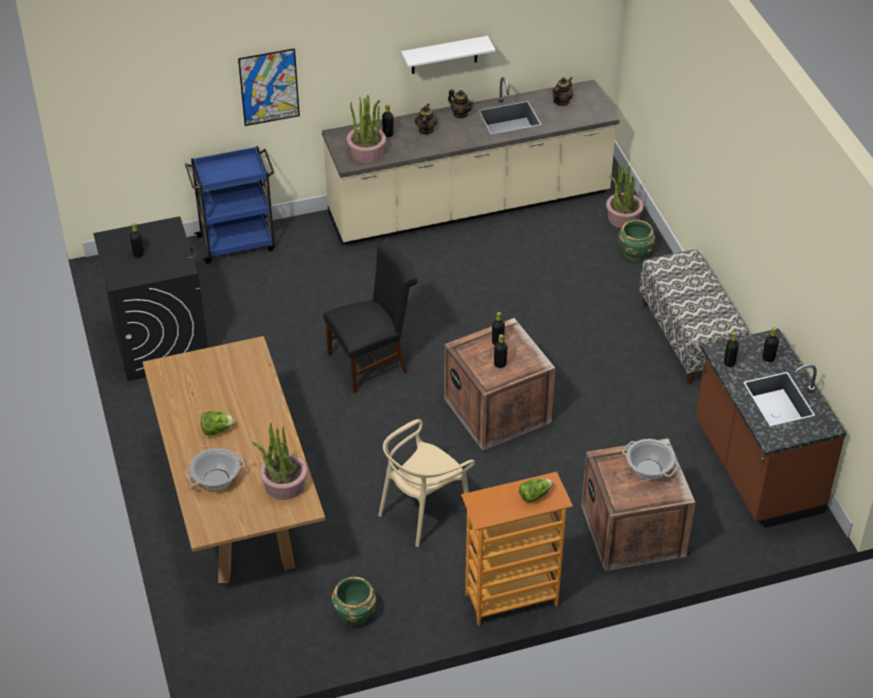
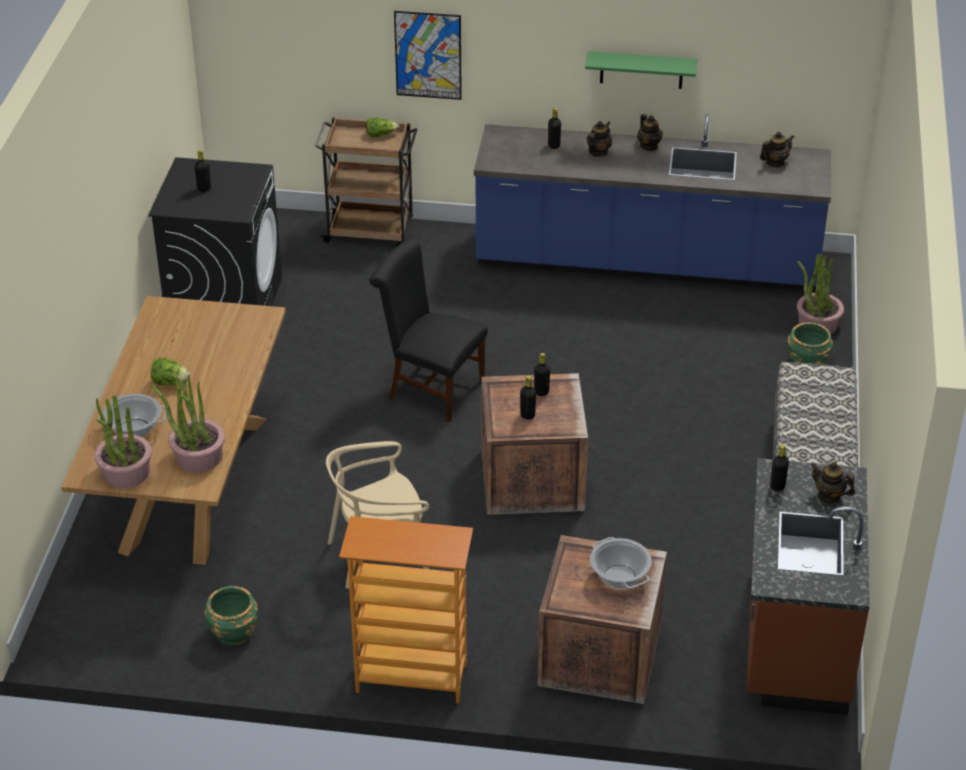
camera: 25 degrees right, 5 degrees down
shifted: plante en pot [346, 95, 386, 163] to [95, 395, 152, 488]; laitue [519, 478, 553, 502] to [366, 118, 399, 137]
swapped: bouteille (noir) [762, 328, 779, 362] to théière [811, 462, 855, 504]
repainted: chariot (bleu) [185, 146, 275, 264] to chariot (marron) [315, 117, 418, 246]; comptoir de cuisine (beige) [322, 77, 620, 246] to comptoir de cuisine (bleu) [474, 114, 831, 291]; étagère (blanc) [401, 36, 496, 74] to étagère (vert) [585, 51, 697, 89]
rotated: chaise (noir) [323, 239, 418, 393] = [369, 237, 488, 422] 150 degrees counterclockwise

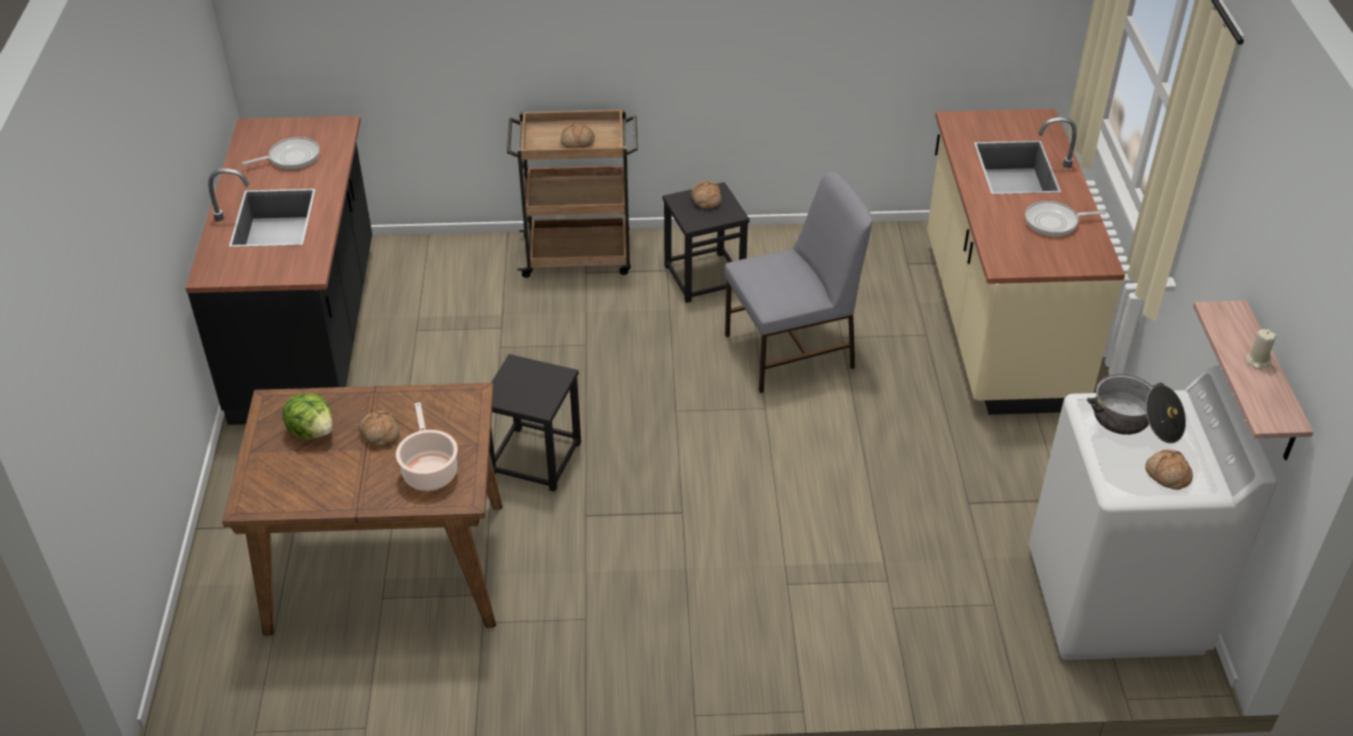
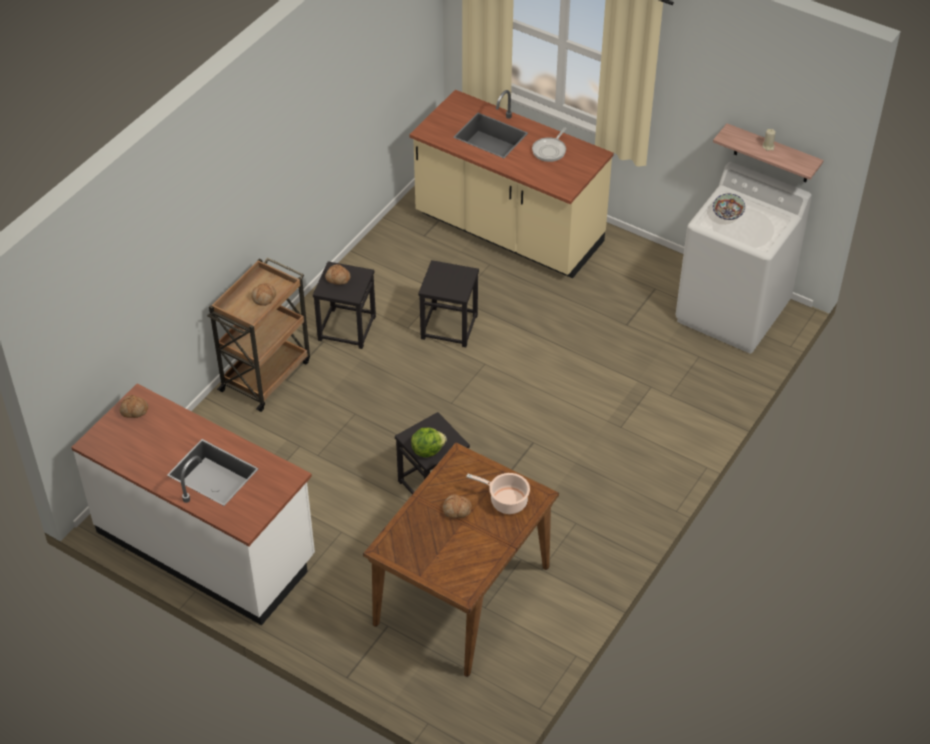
camera: 55 degrees left, 5 degrees up
gone: poêle [242, 137, 320, 169]
shifted: pain [1145, 449, 1193, 490] to [119, 395, 148, 418]; laitue [282, 393, 333, 440] to [411, 428, 447, 457]
swapped: chaise (gris) [724, 172, 873, 393] to tabouret (noir) [418, 260, 479, 347]; marmite [1087, 374, 1186, 444] to bol [713, 194, 745, 220]
repainted: comptoir de cuisine (noir) [185, 116, 372, 425] to comptoir de cuisine (blanc) [71, 384, 315, 625]

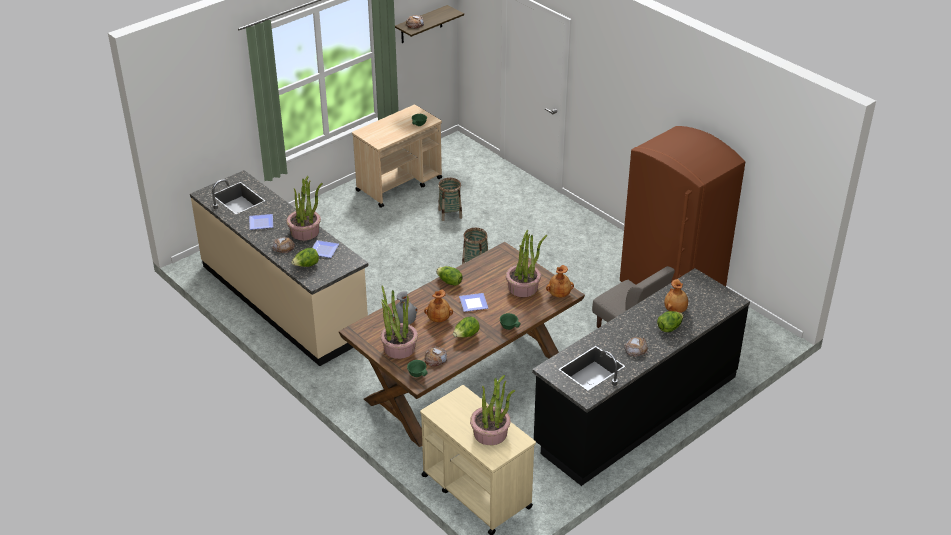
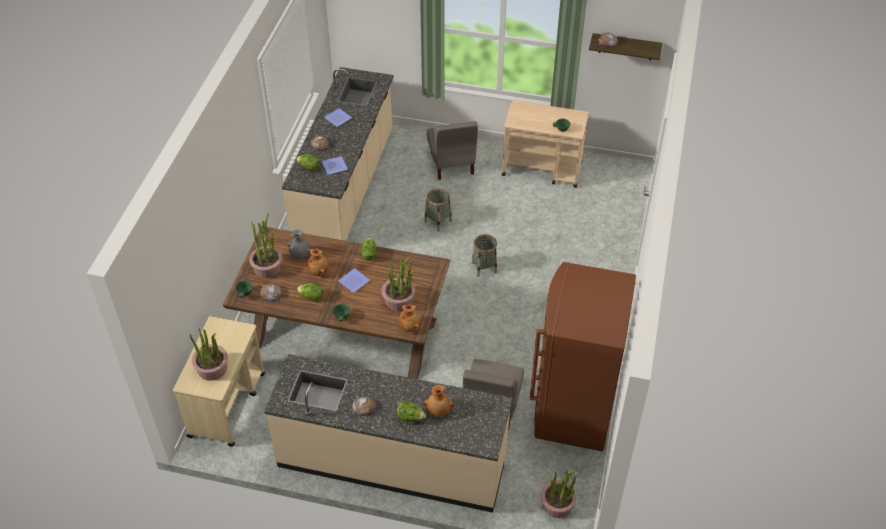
camera: 55 degrees right, 10 degrees up
new: chaise (gris) [427, 121, 478, 180]
shifted: panier [438, 178, 462, 221] to [424, 189, 452, 231]; plante en pot [286, 176, 323, 241] to [541, 470, 578, 518]
repainted: comptoir de cuisine (noir) [532, 268, 750, 486] to comptoir de cuisine (beige) [264, 354, 512, 513]

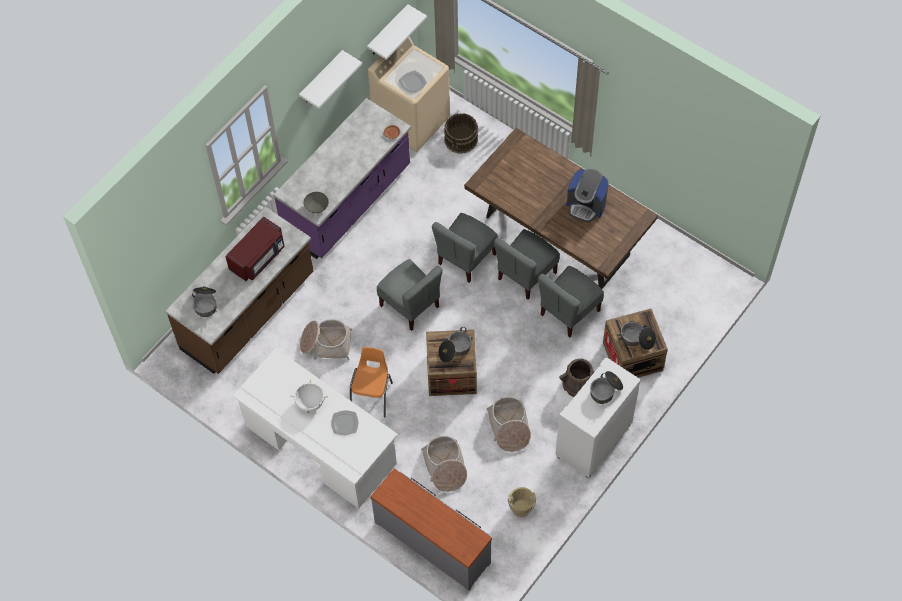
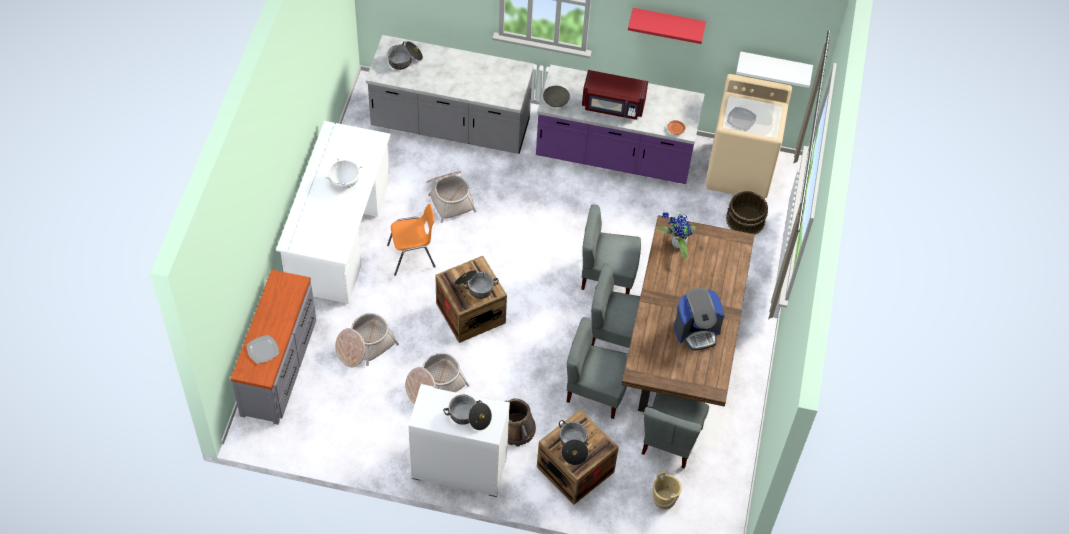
camera: 60 degrees right, 5 degrees down
new: plante en pot [657, 211, 696, 258]
shifted: assiette [331, 411, 358, 435] to [247, 335, 279, 364]; micro-ondes (rouge) [225, 216, 285, 281] to [582, 70, 648, 120]; chaise (gris) [377, 259, 443, 331] to [642, 393, 709, 469]; seau (beige) [508, 487, 536, 517] to [652, 471, 682, 509]
repainted: comptoir de cuisine (marron) [166, 207, 313, 374] to comptoir de cuisine (gris) [366, 35, 534, 154]; étagère (blanc) [299, 50, 362, 109] to étagère (rouge) [628, 8, 706, 44]
rotated: machine à café [566, 169, 609, 223] = [674, 288, 725, 350] 105 degrees counterclockwise

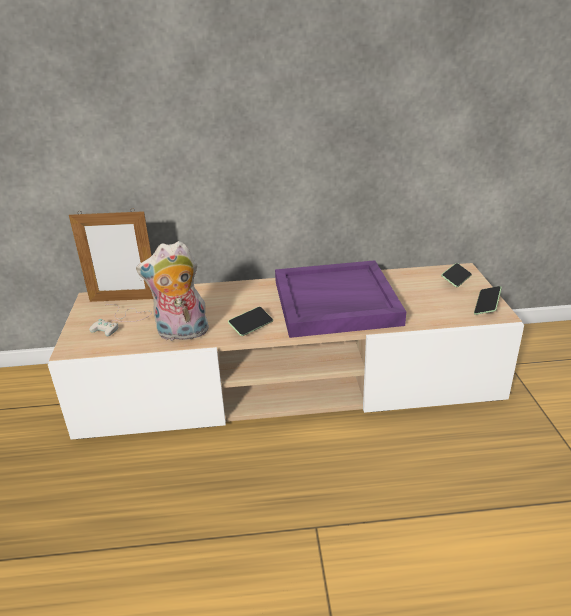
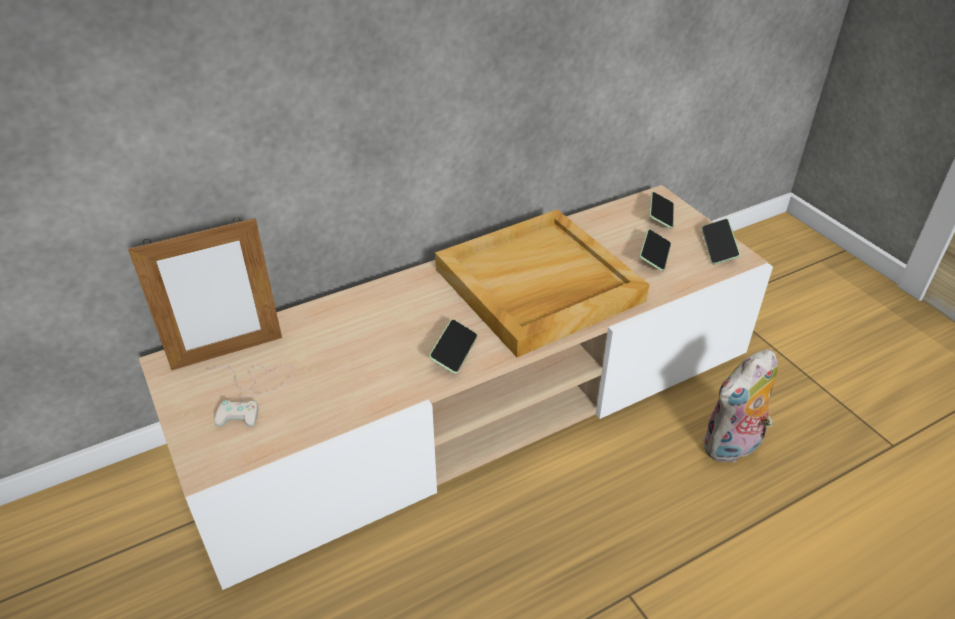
camera: 25 degrees left, 10 degrees up
new: téléphone [640, 229, 671, 271]
shifted: peluche [136, 241, 209, 341] to [702, 349, 778, 463]
repainted: plateau (violet) [275, 260, 406, 338] to plateau (beige) [435, 209, 650, 358]

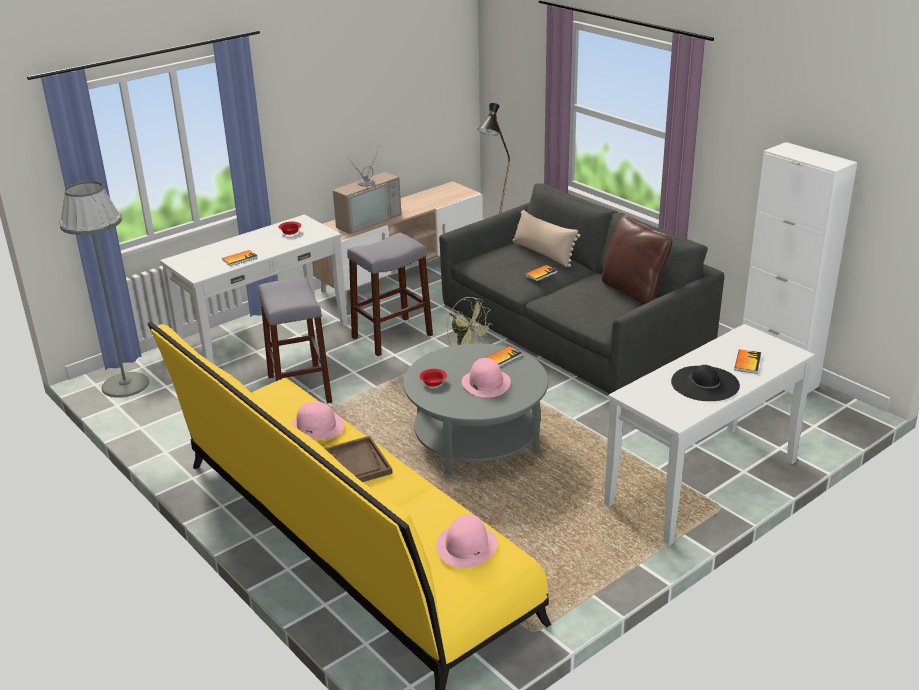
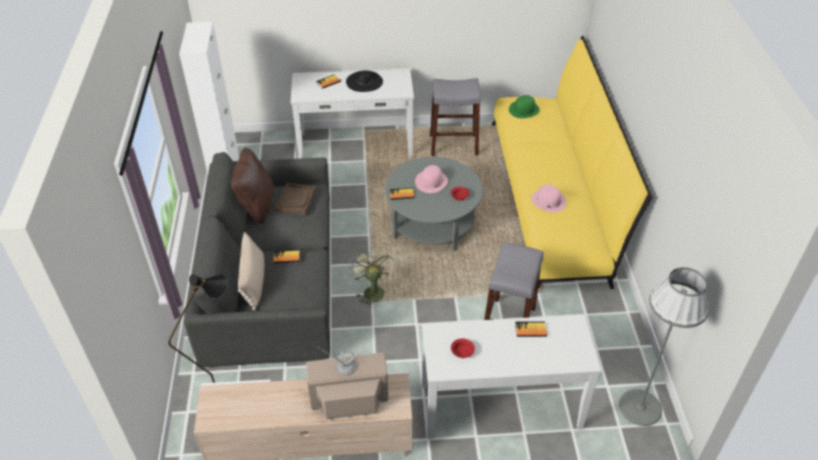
camera: 145 degrees left, 15 degrees up
shifted: plateau (marron) [325, 436, 393, 482] to [275, 183, 316, 215]; tabouret (gris) [347, 233, 433, 356] to [430, 78, 481, 156]
repainted: chapeau (rose) [436, 514, 498, 568] to chapeau (vert) [509, 95, 540, 118]

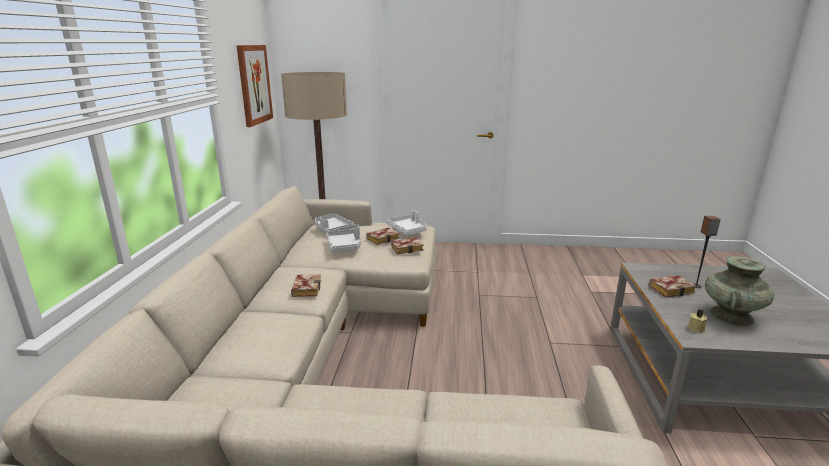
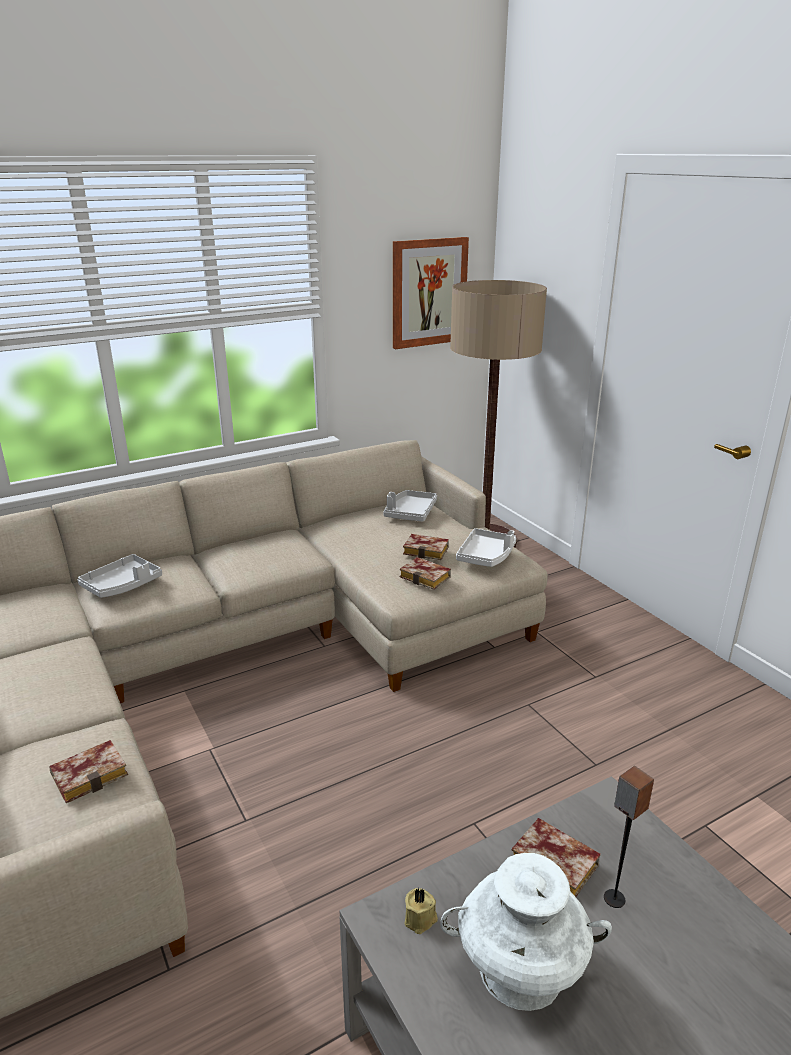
camera: 55 degrees right, 5 degrees up
shifted: livre [291, 274, 321, 297] to [50, 740, 128, 803]; plateau (gris) [326, 225, 361, 252] to [77, 554, 162, 598]
repainted: vase (turquoise) [705, 256, 774, 326] to vase (blanc) [440, 853, 612, 1011]

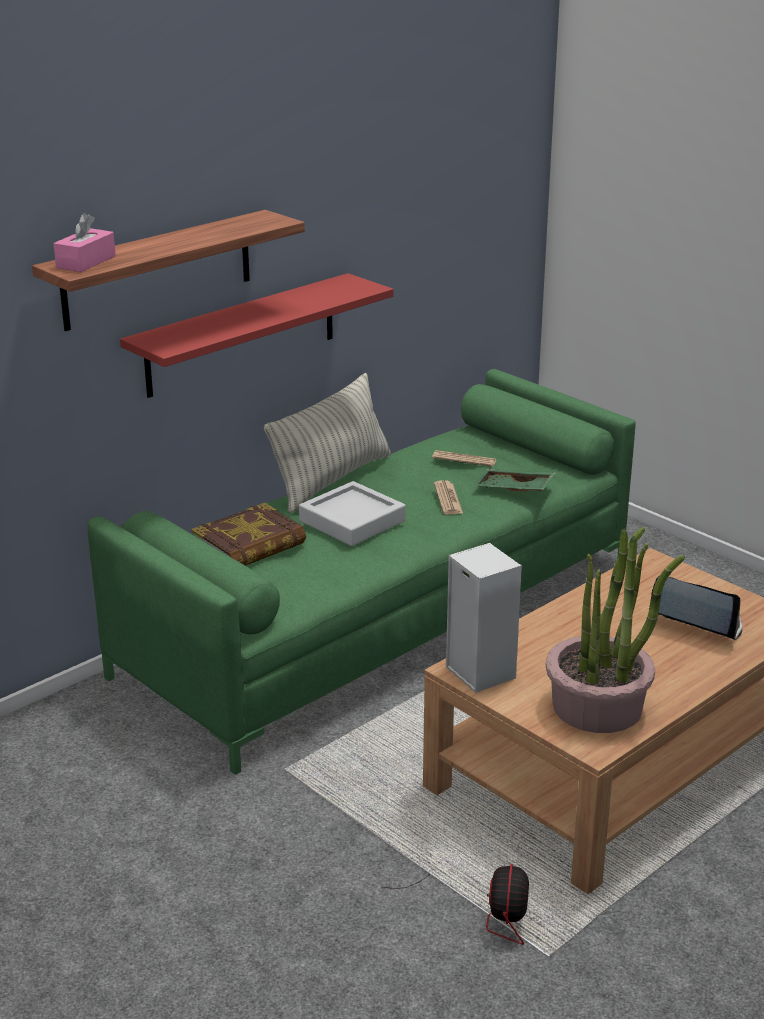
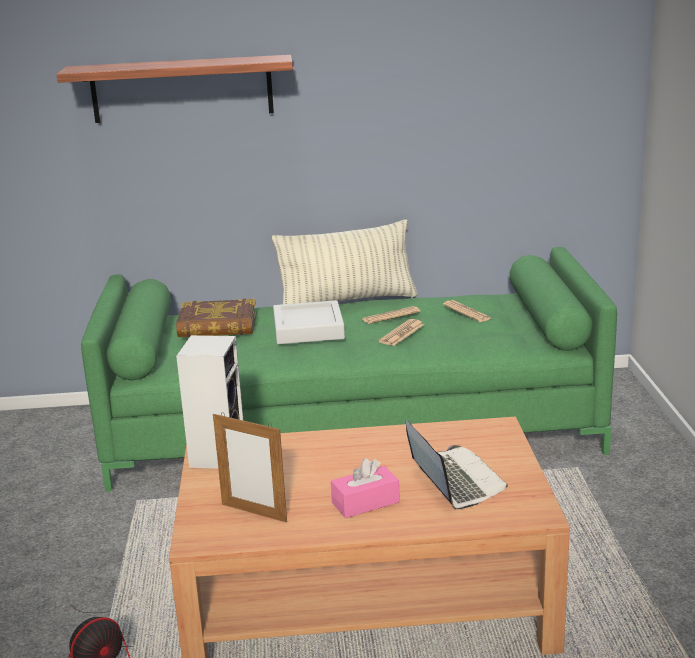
camera: 40 degrees right, 5 degrees down
gone: étagère (rouge) [120, 273, 394, 398]; plateau (vert) [473, 469, 556, 492]
new: journal [362, 306, 420, 324]
shifted: boîte à mouchoirs (rose) [53, 213, 116, 272] to [331, 458, 400, 518]
swapped: plante en pot [546, 527, 685, 733] to cadre photo [213, 412, 287, 523]

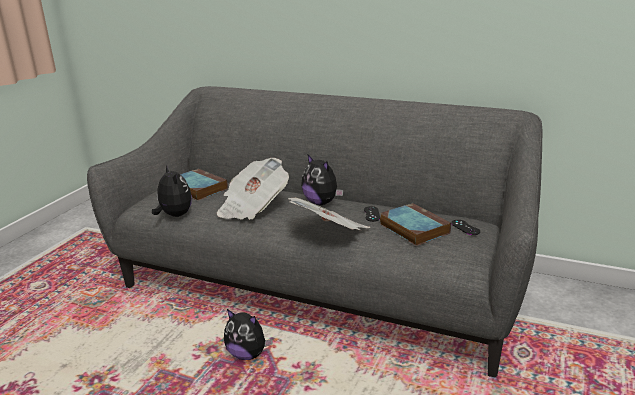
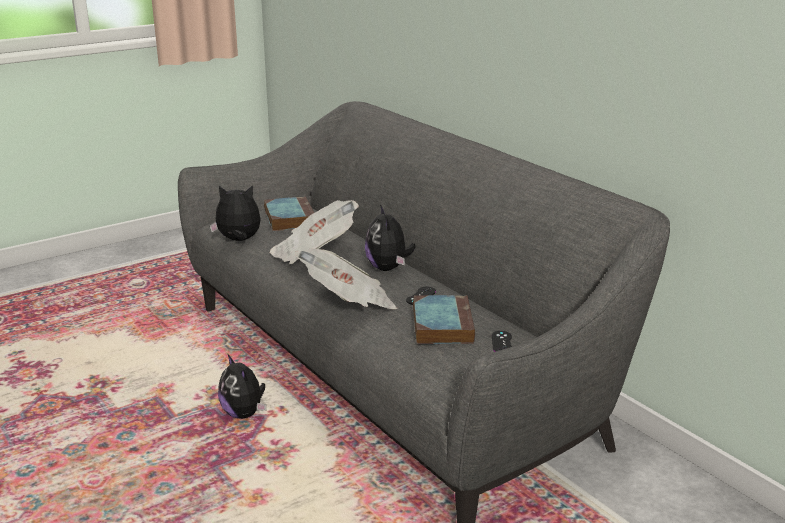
camera: 30 degrees right, 0 degrees up
rotated: peluche [152, 166, 192, 217] = [210, 185, 261, 241] 90 degrees counterclockwise

